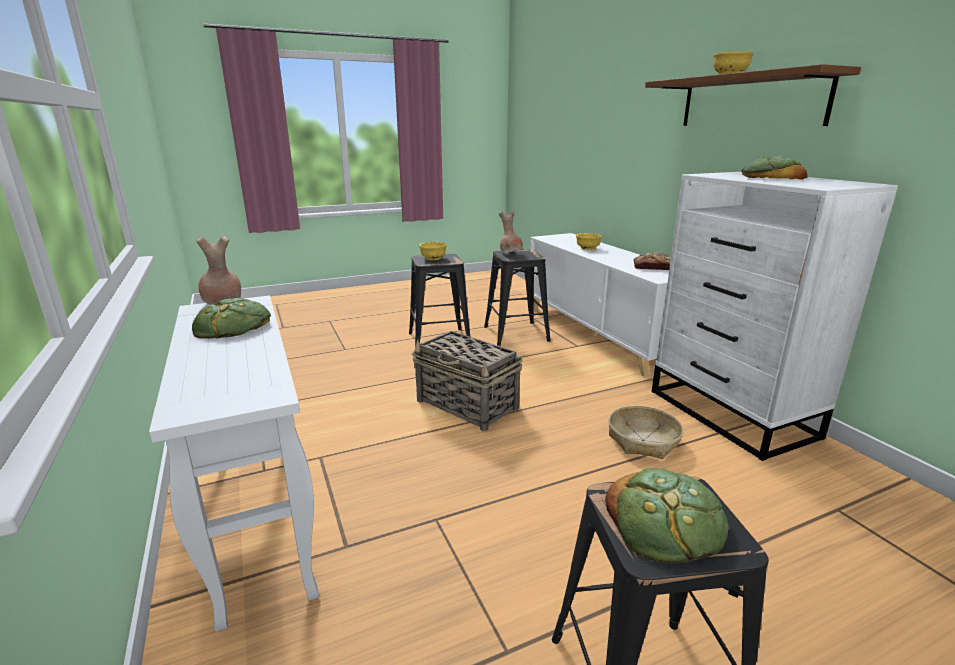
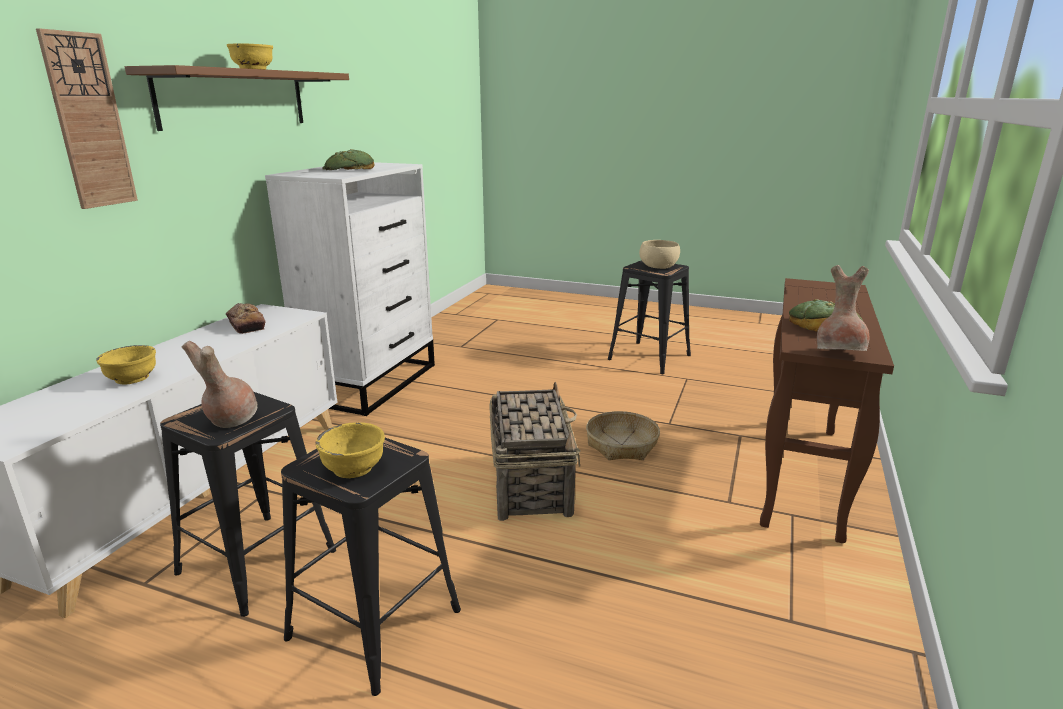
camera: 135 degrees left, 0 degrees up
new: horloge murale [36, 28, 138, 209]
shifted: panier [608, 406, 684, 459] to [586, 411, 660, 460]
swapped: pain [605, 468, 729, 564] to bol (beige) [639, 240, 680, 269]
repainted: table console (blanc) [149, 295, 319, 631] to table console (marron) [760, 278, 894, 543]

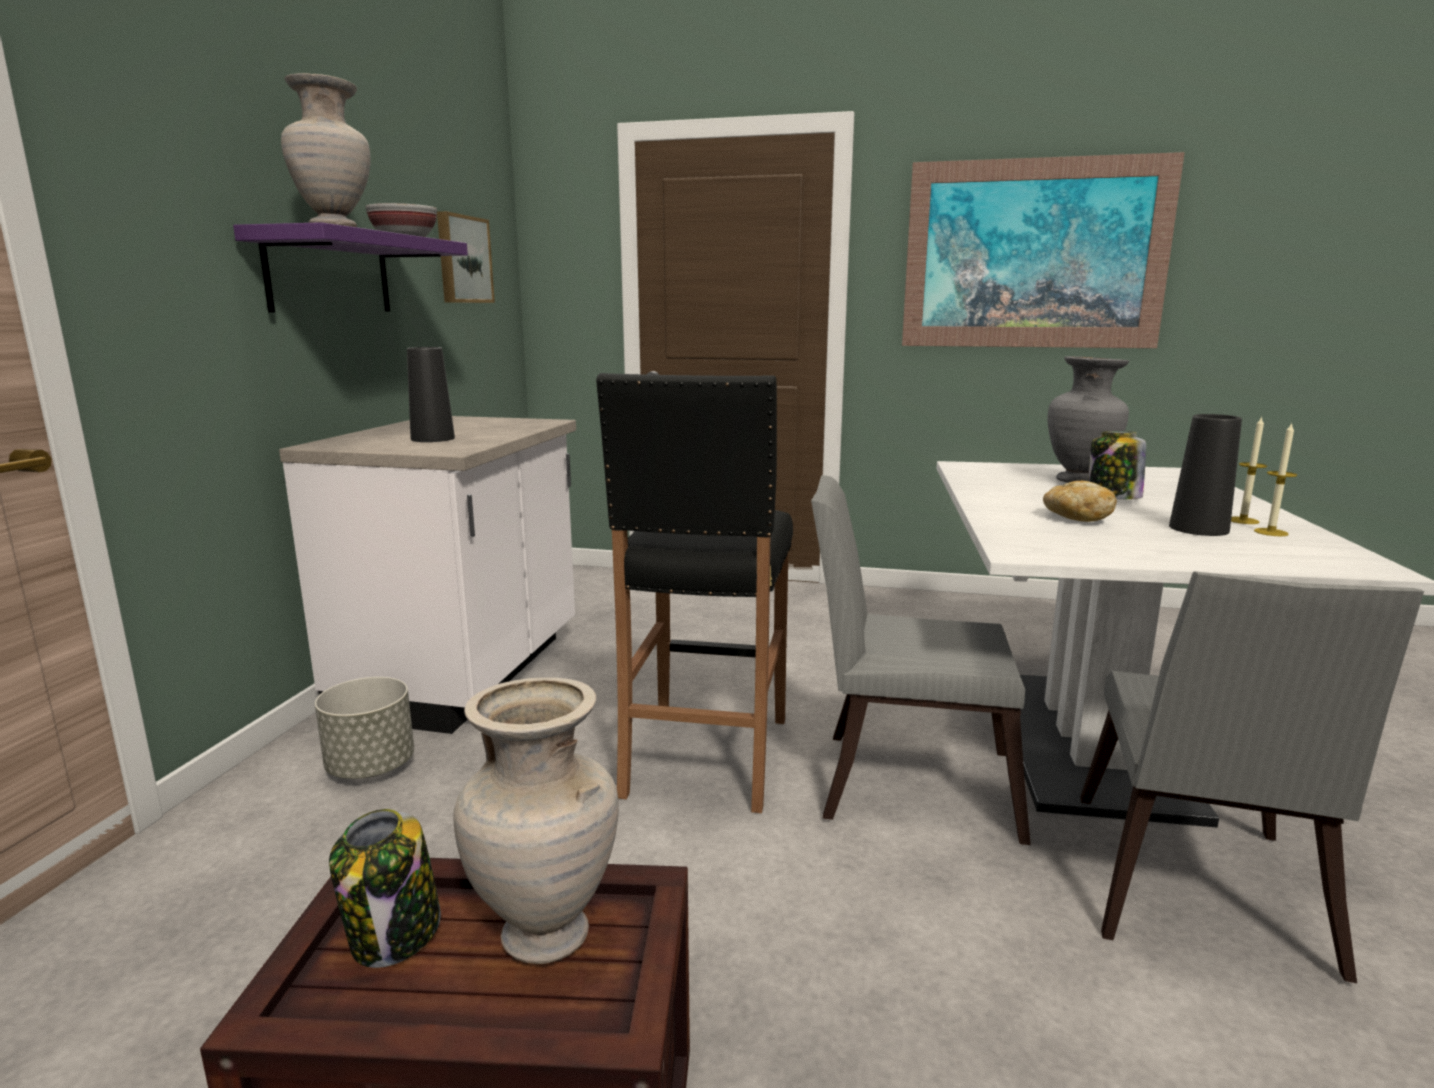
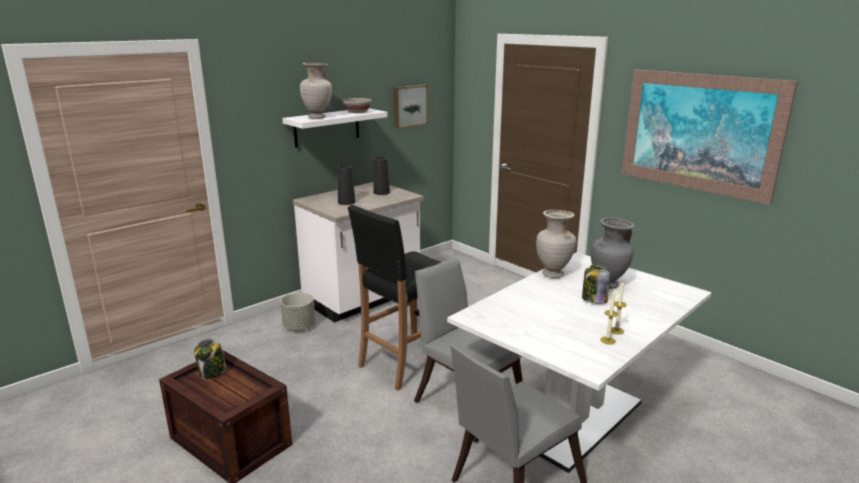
camera: 35 degrees right, 5 degrees up
gone: pain [1043, 481, 1117, 522]
shifted: vase (noir) [1169, 414, 1242, 536] to [373, 157, 390, 195]; vase (beige) [453, 677, 619, 964] to [536, 210, 576, 278]
repainted: étagère (violet) [233, 222, 468, 312] to étagère (blanc) [282, 109, 387, 148]

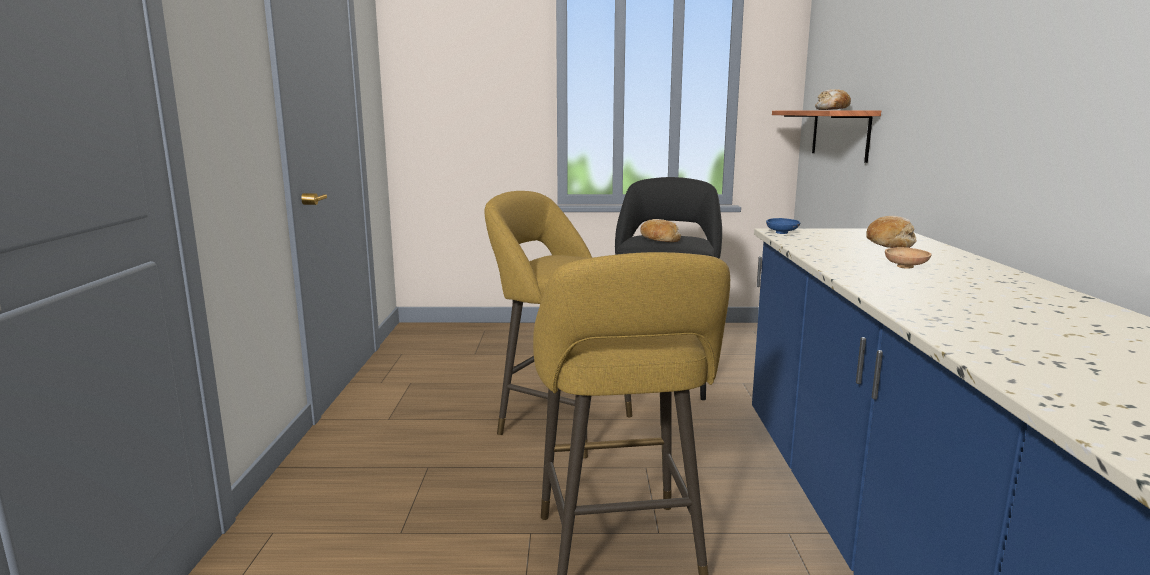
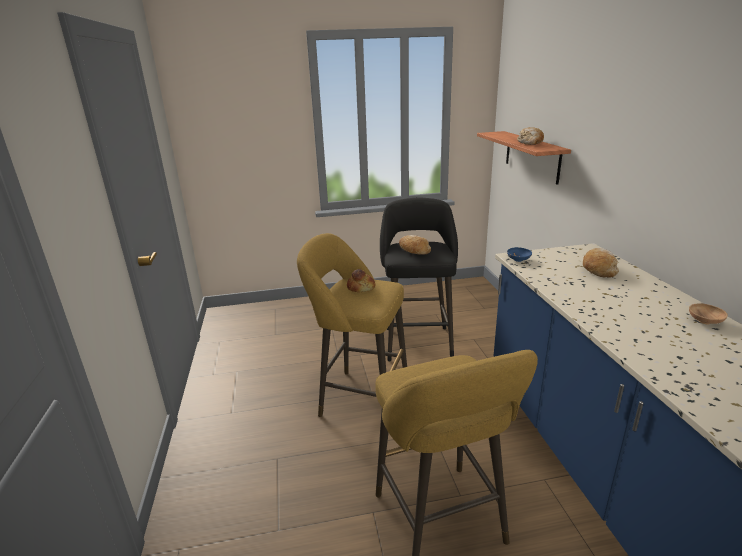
camera: 10 degrees left, 10 degrees up
new: pain [347, 269, 375, 292]
shifted: bol (marron) [885, 247, 931, 269] to [689, 303, 728, 324]

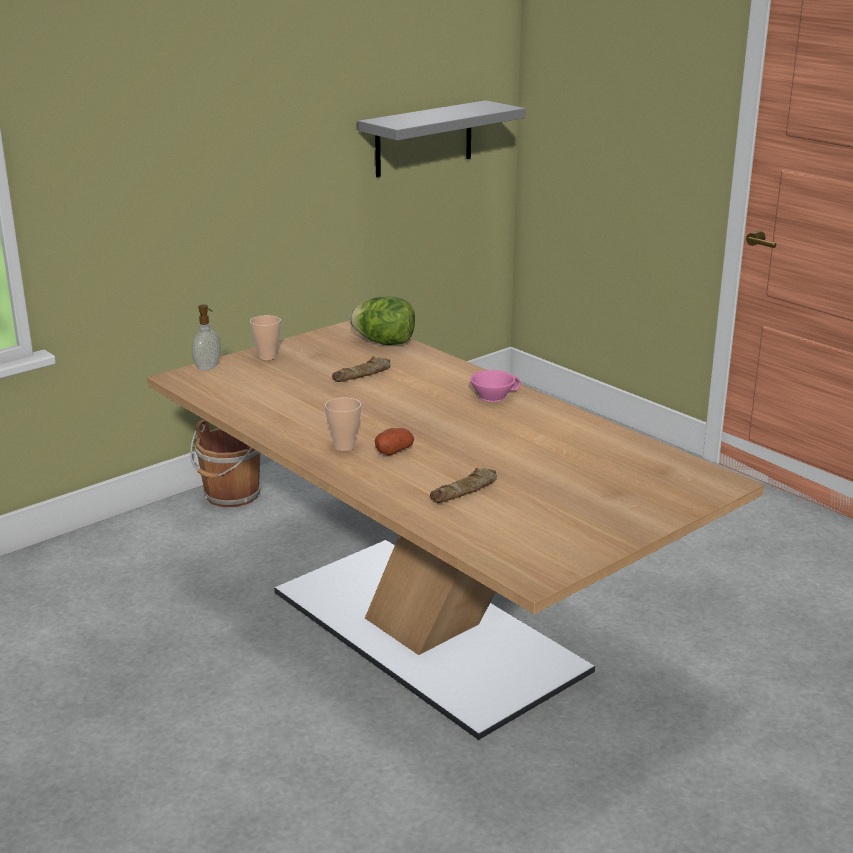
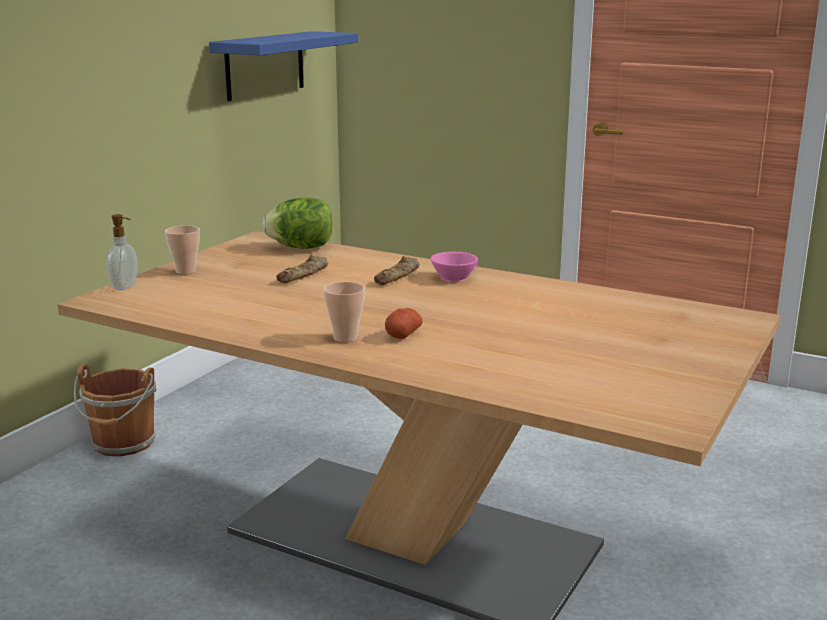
camera: 20 degrees left, 5 degrees down
shifted: pain [430, 468, 497, 503] to [374, 256, 420, 285]
repainted: étagère (gris) [358, 100, 526, 177] to étagère (bleu) [209, 31, 358, 101]

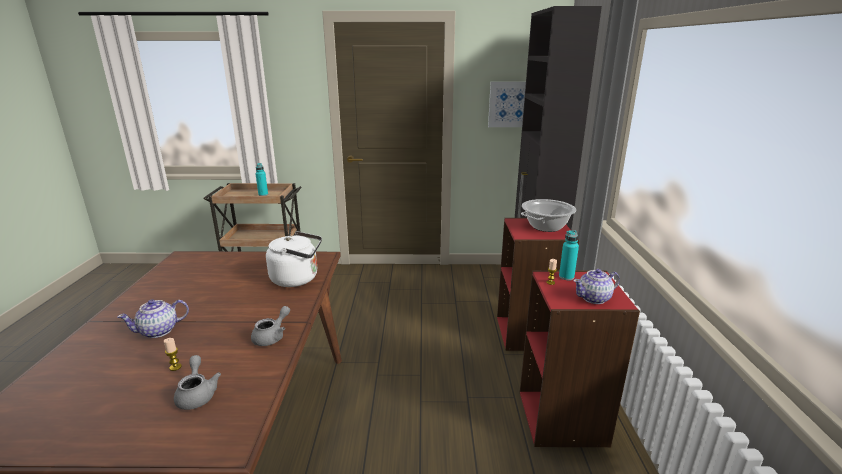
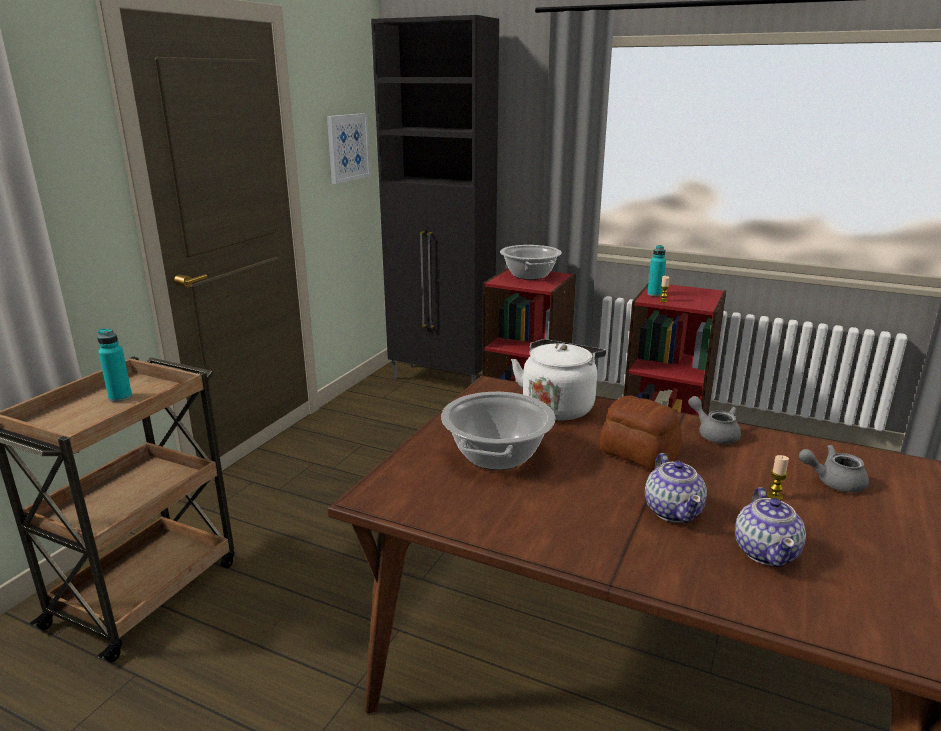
camera: 65 degrees left, 0 degrees up
new: marmite [441, 392, 555, 470]; pain [600, 396, 682, 470]
shifted: théière [573, 269, 620, 304] to [735, 487, 806, 567]

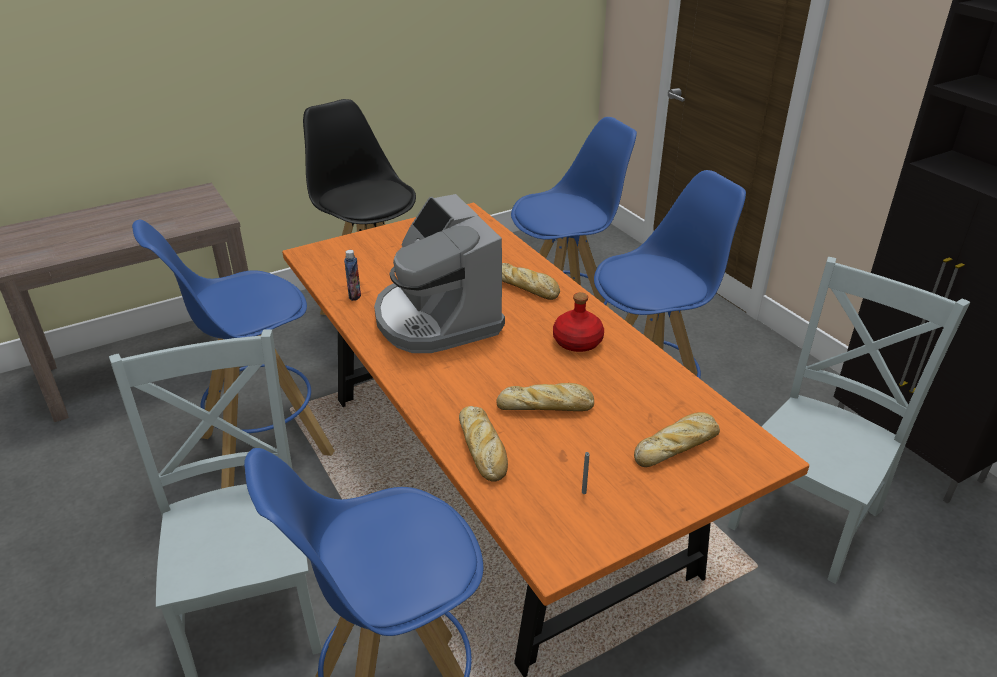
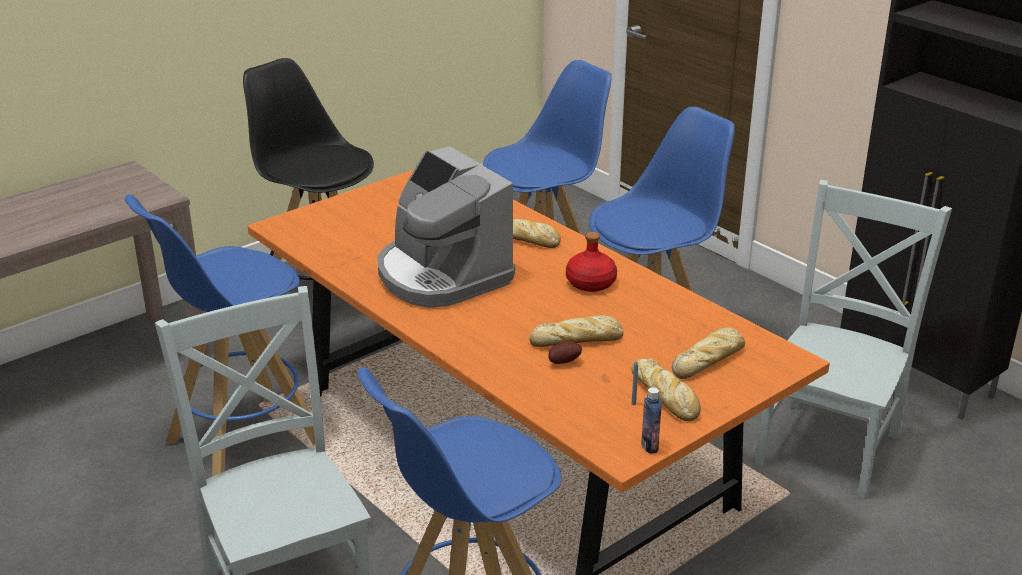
camera: 10 degrees left, 5 degrees down
new: pomme de terre [548, 341, 582, 364]
shifted: pain [459, 406, 508, 482] to [631, 359, 701, 421]; bouteille [344, 250, 361, 301] to [641, 387, 662, 454]

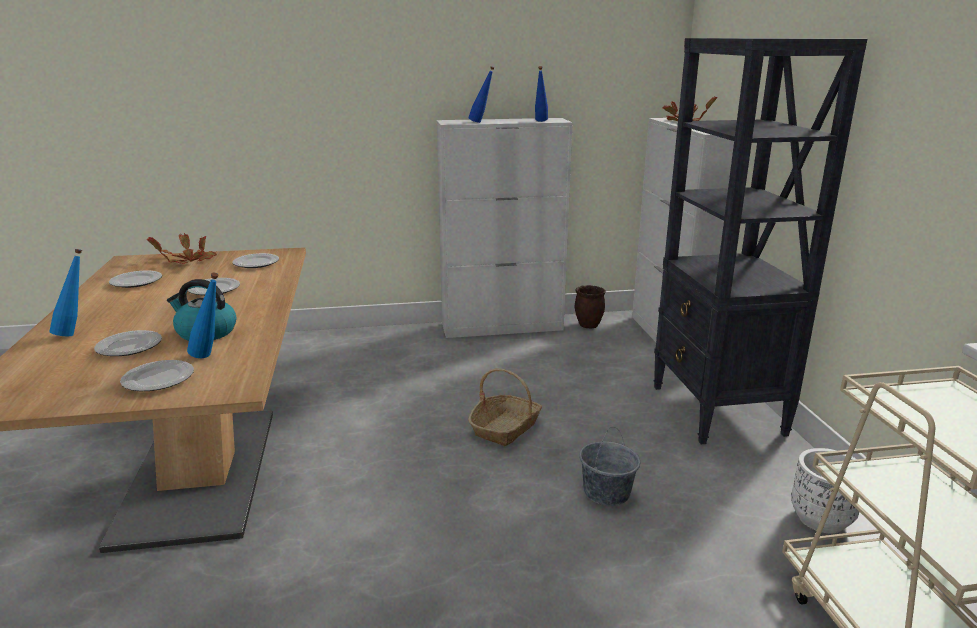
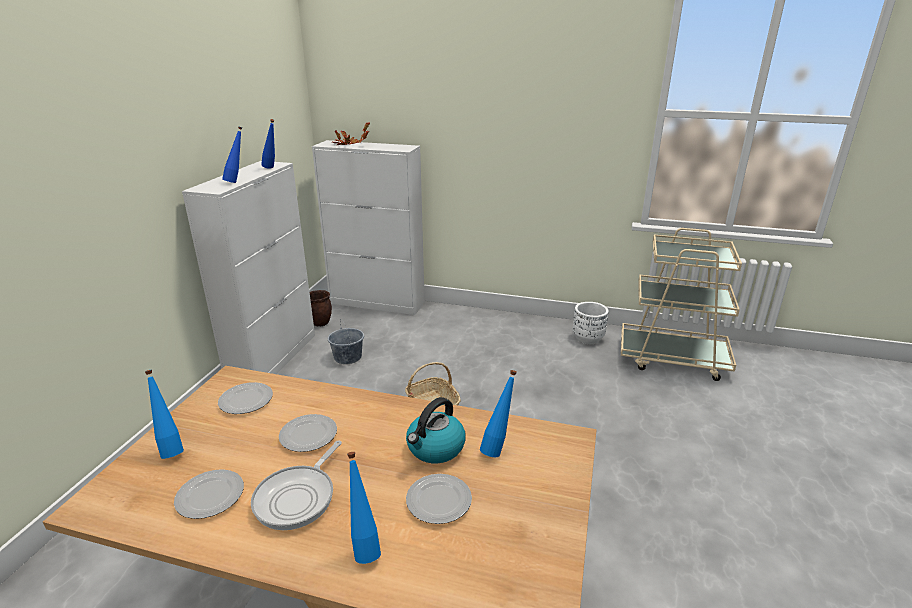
camera: 65 degrees left, 5 degrees up
gone: assiette [120, 360, 194, 391]; bibliothèque (noir) [653, 38, 867, 445]
new: poêle [251, 441, 342, 530]
shifted: seau (gris) [579, 427, 640, 506] to [328, 319, 364, 364]
swapped: plante en pot [147, 234, 217, 264] to bouteille (bleu) [145, 370, 184, 459]

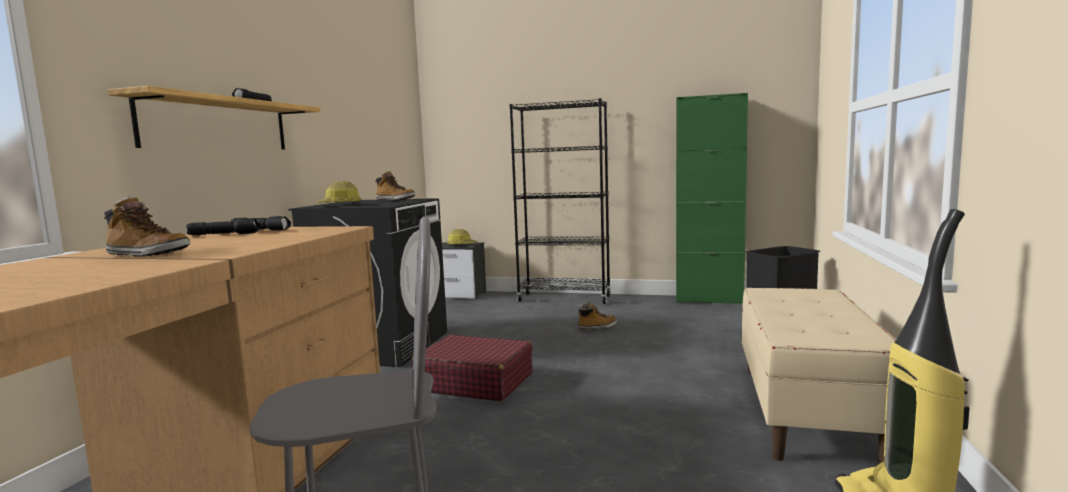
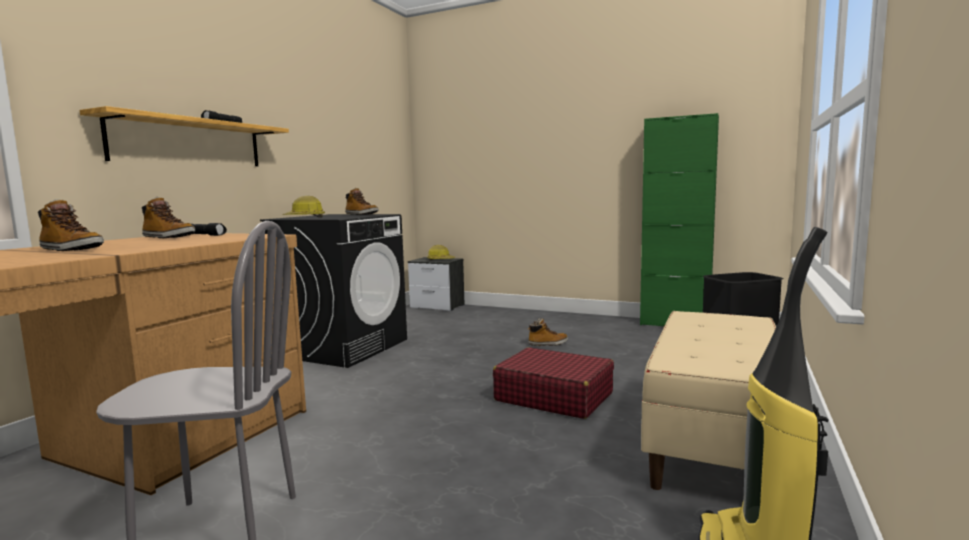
camera: 10 degrees right, 0 degrees up
gone: bibliothèque (noir) [510, 98, 611, 304]
shifted: valise (rouge) [412, 335, 532, 401] to [493, 347, 614, 419]
swapped: lampe de poche (noir) [186, 219, 260, 235] to botte [142, 197, 195, 238]

